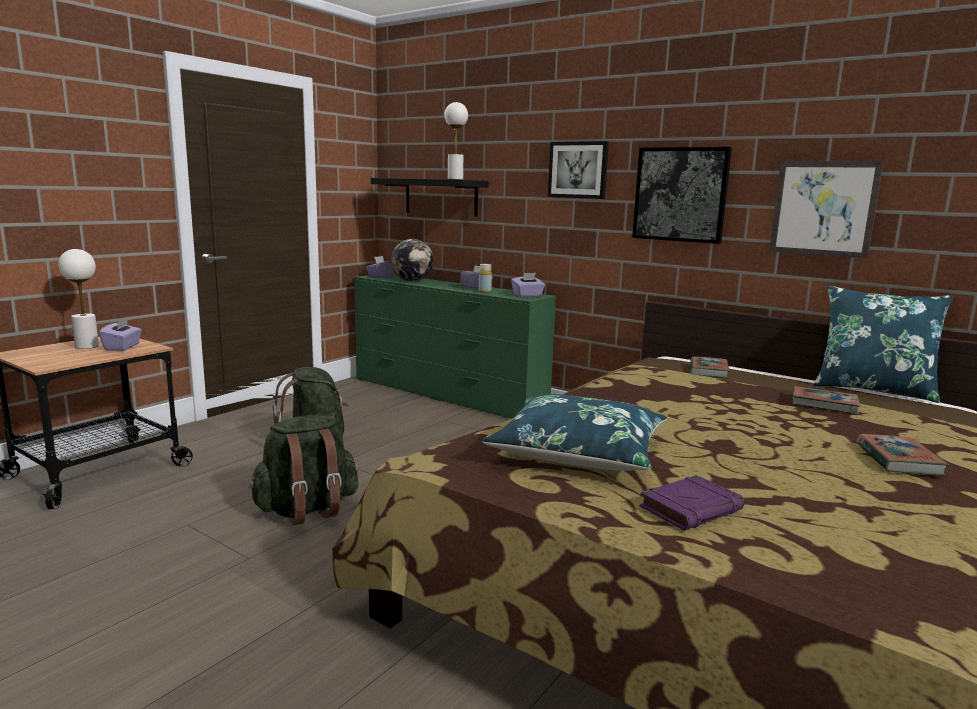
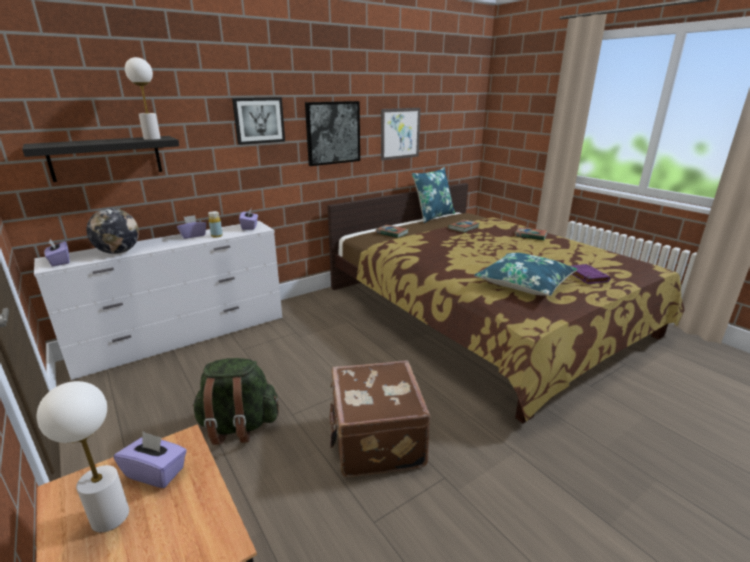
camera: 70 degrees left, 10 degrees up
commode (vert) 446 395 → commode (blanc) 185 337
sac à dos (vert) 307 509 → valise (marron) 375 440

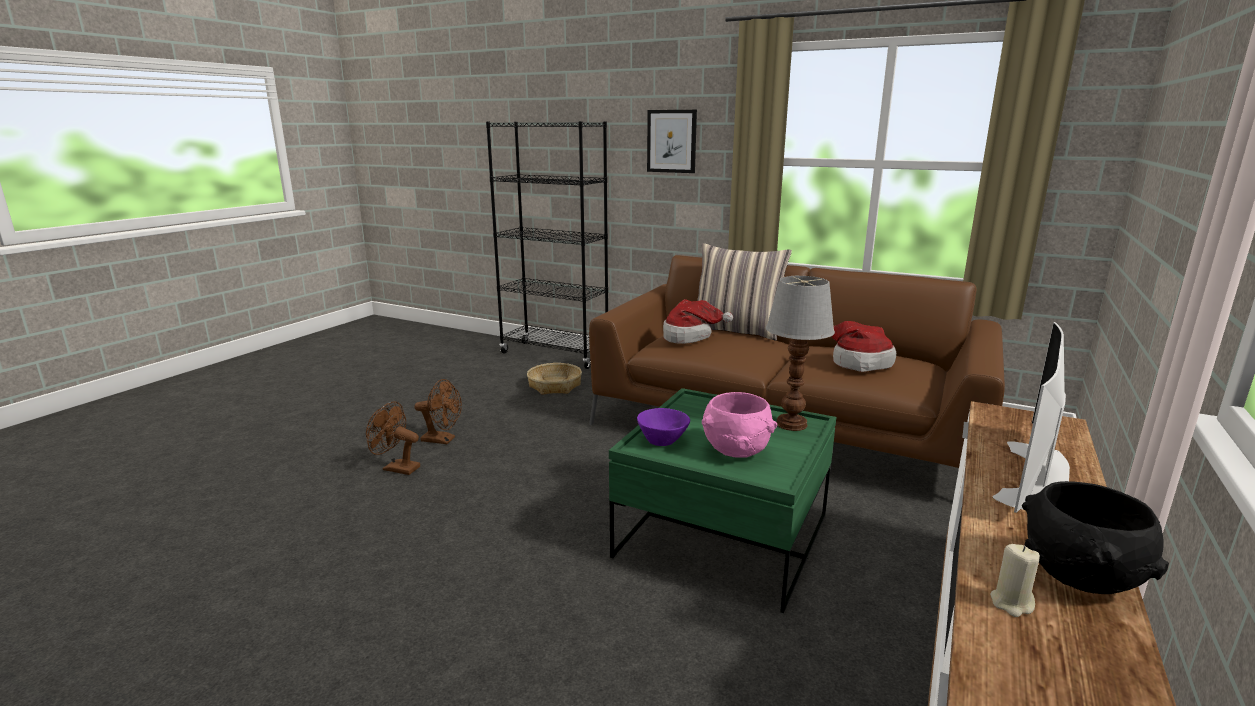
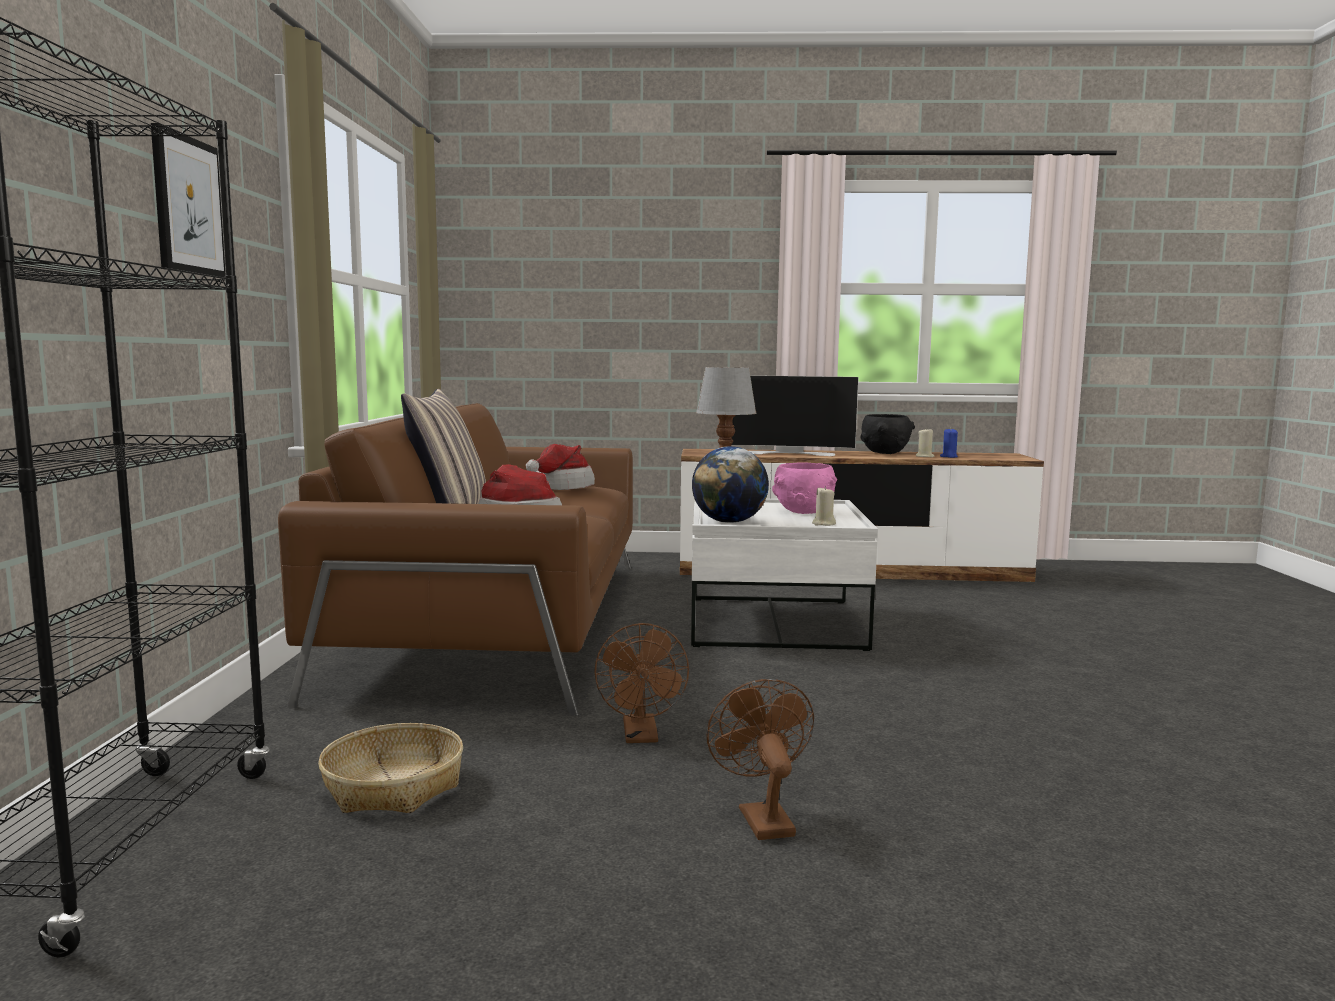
camera: 115 degrees left, 10 degrees down
table basse (vert) 723 536 → table basse (blanc) 774 623
ventilateur (marron) 396 468 → ventilateur (marron) 641 736, moved
bol (violet) 664 441 → bougie (beige) 823 524
- → bougie (bleu) 948 457
- → globe 729 522

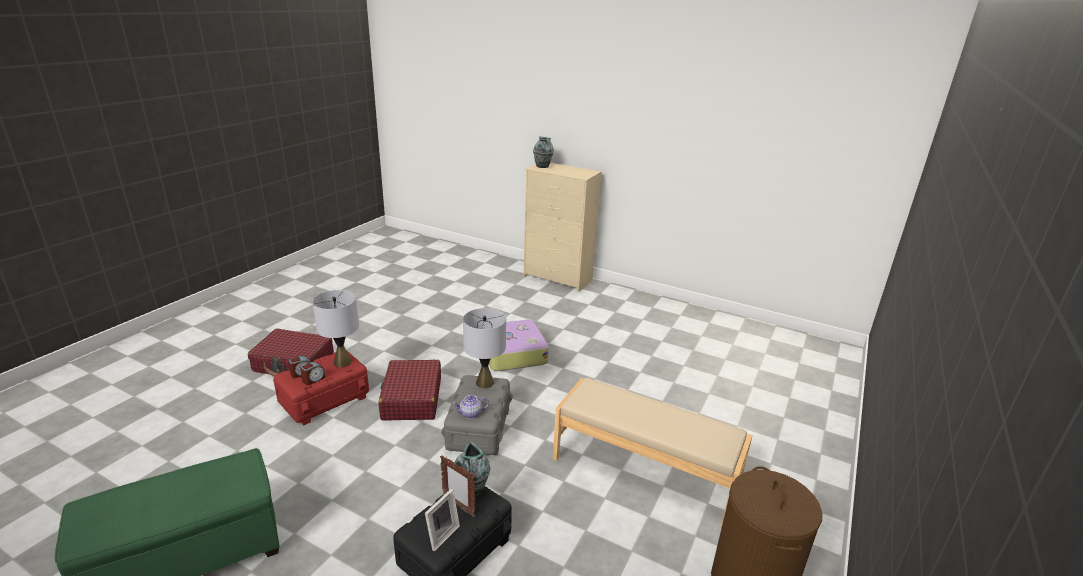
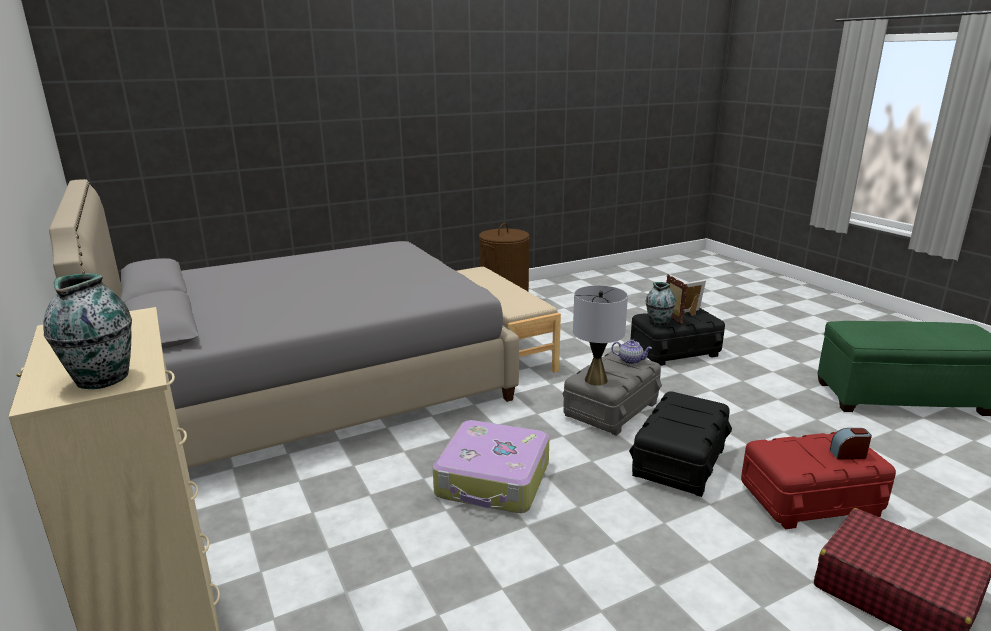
camera: 145 degrees left, 5 degrees down
lampe de table (gris) 343 362 → -
valise (rouge) 411 399 → boîte de rangement (noir) 678 461
réveil 313 379 → -
- → lit (gris) 310 388

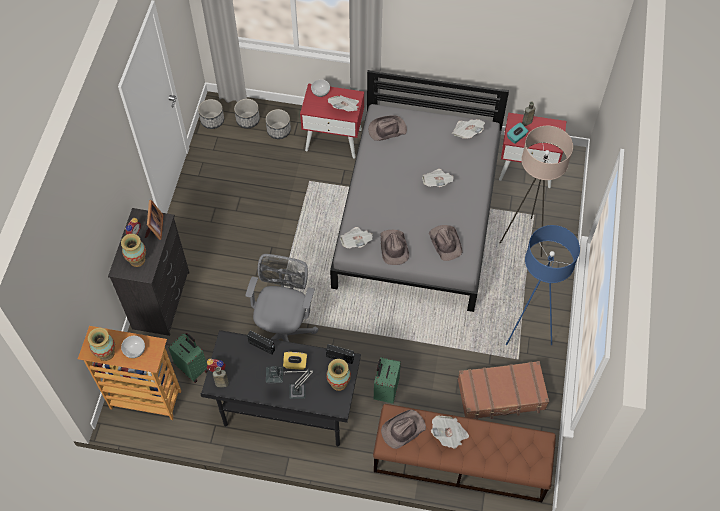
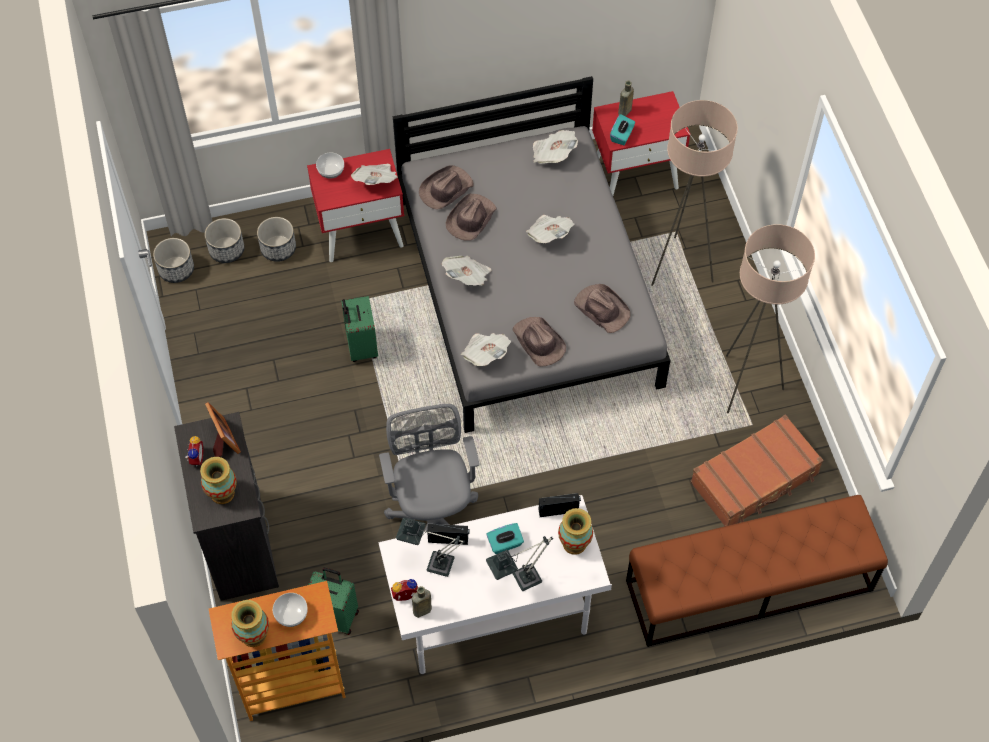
camera: 25 degrees left, 0 degrees up
lampadaire (bleu) 527 332 → lampadaire (beige) 745 385
bureau (noir) 287 411 → bureau (blanc) 494 618
boîte à mouchoirs (jaune) 295 364 → boîte à mouchoirs (turquoise) 505 544
valise (vert) 385 390 → valise (vert) 360 347, moved
chapeau (marron) 402 430 → chapeau (marron) 470 219, moved
journal 449 435 → journal 467 277, moved
- → lampe de table 433 562

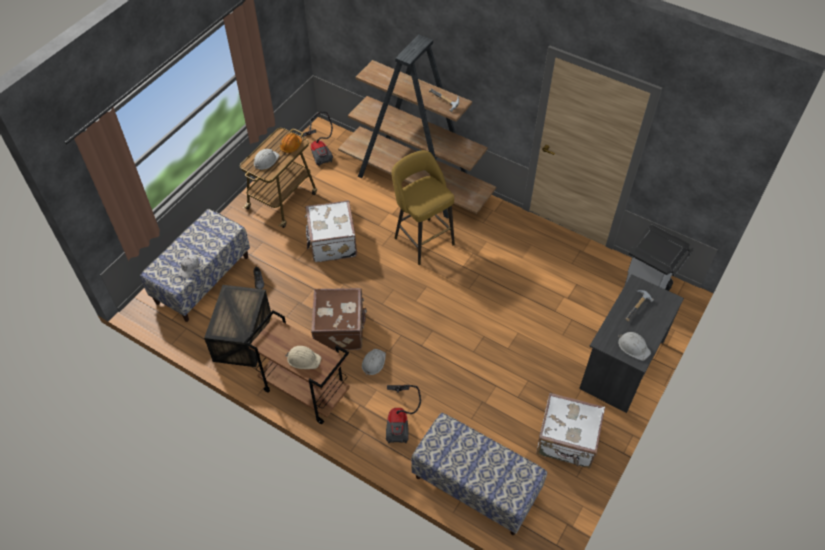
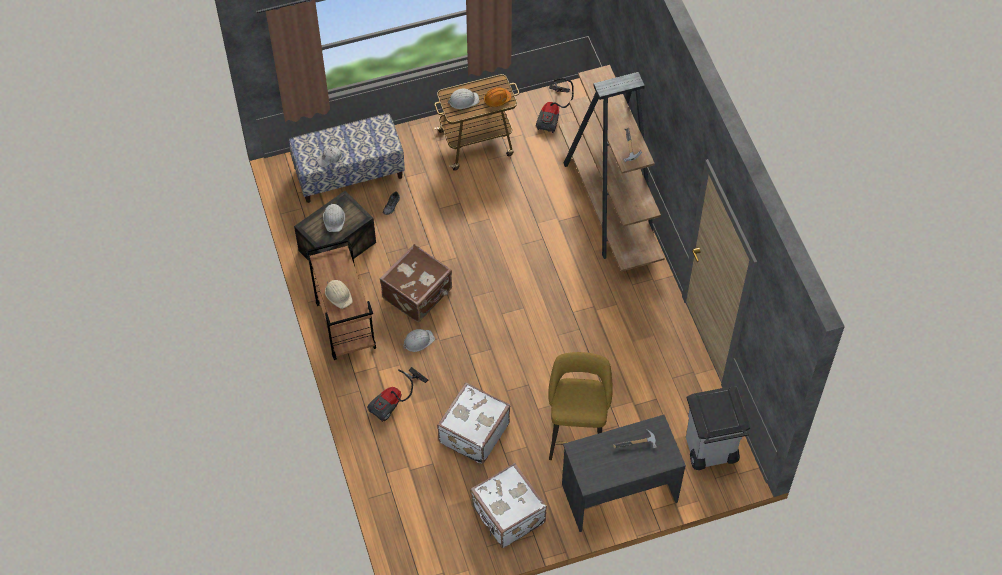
camera: 40 degrees right, 5 degrees up
tabouret (jaune) 422 239 → tabouret (jaune) 577 435, moved
valise (blanc) 331 243 → valise (blanc) 472 433, moved
casque de chantier (blanc) 633 347 → casque de chantier (blanc) 334 219, moved
banc 475 486 → -

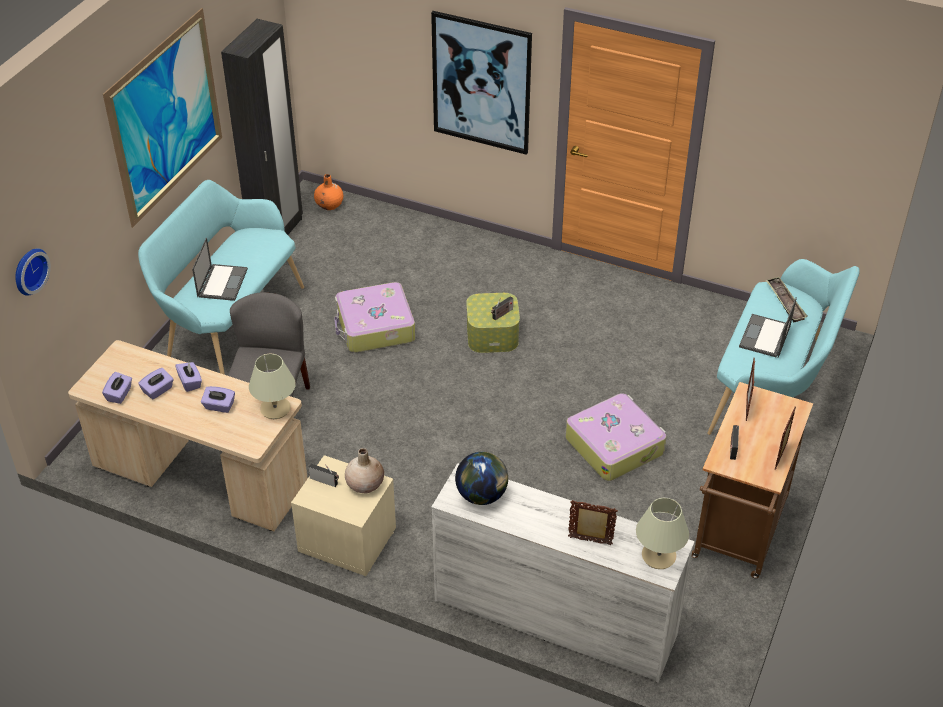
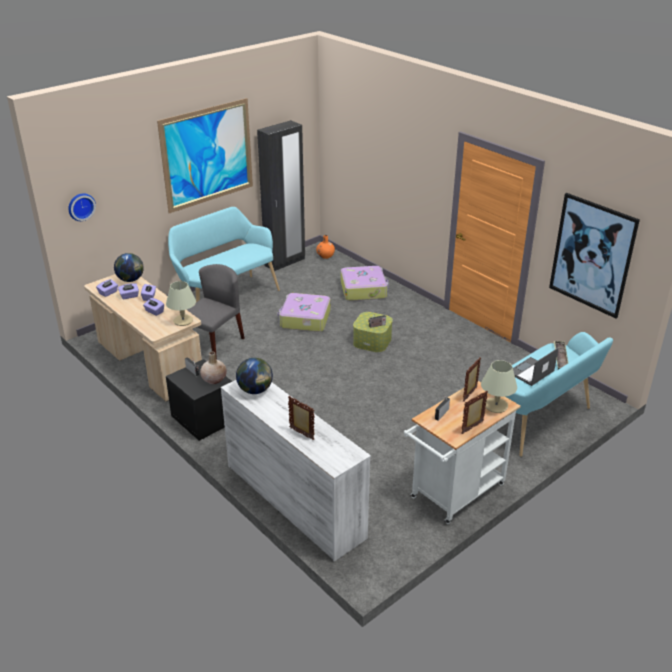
camera: 25 degrees right, 10 degrees down
tableau 481 83 → tableau 592 255, moved
ordinateur portable 222 282 → -
chariot (marron) 738 534 → chariot (blanc) 453 494
valise 614 445 → valise 364 289, moved
table de chevet (beige) 346 540 → table de chevet (noir) 202 419
lampe de table (beige) 658 556 → lampe de table (beige) 495 406, moved
- → globe 131 280

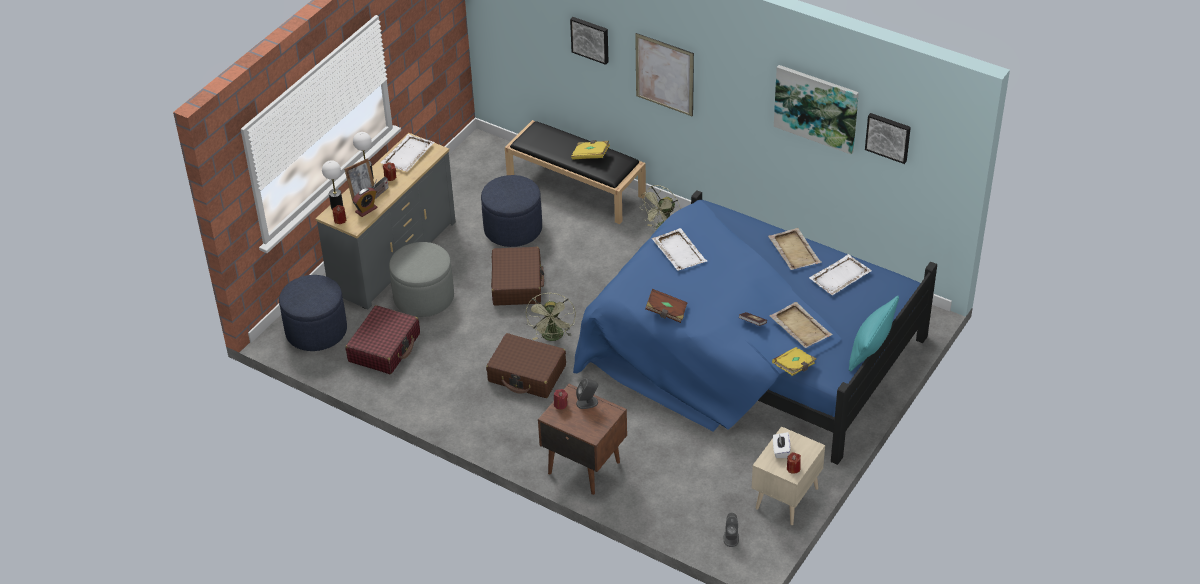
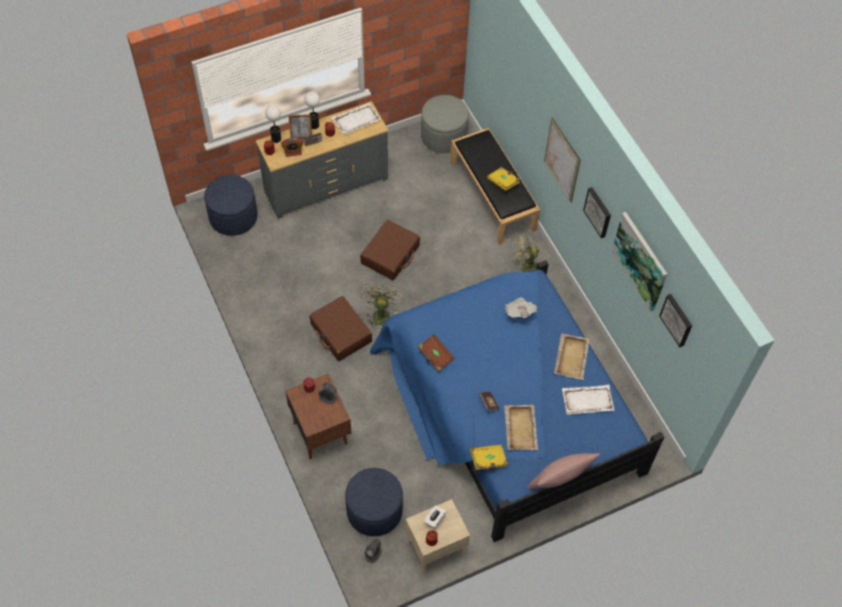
camera: 30 degrees right, 15 degrees up
tableau 590 39 → tableau 598 212, moved
pouf (bleu) 513 229 → pouf (bleu) 374 510, moved
plateau (blanc) 679 251 → -
pouf (gris) 424 297 → pouf (gris) 443 136, moved
ventilateur (vert) 553 337 → ventilateur (vert) 381 313, 150 degrees clockwise
coussin (turquoise) 871 347 → coussin (rose) 560 477
valise (rouge) 384 347 → -
- → journal 519 312

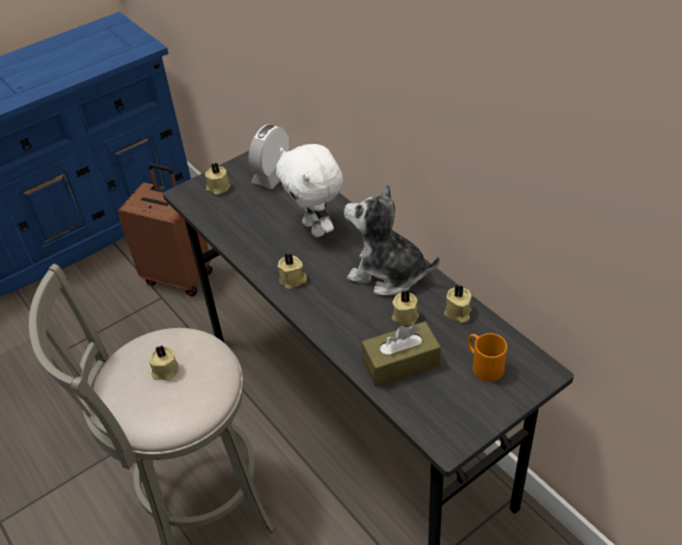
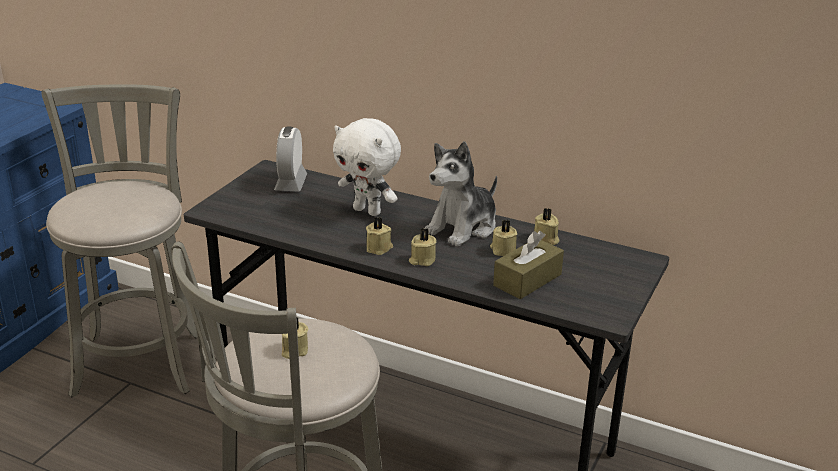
camera: 30 degrees left, 15 degrees down
valise (marron) 179 276 → tabouret (gris) 139 359
bougie (beige) 218 188 → bougie (beige) 422 260, moved
peluche 388 274 → peluche 463 227, 45 degrees counterclockwise
mug (orange) 483 365 → -

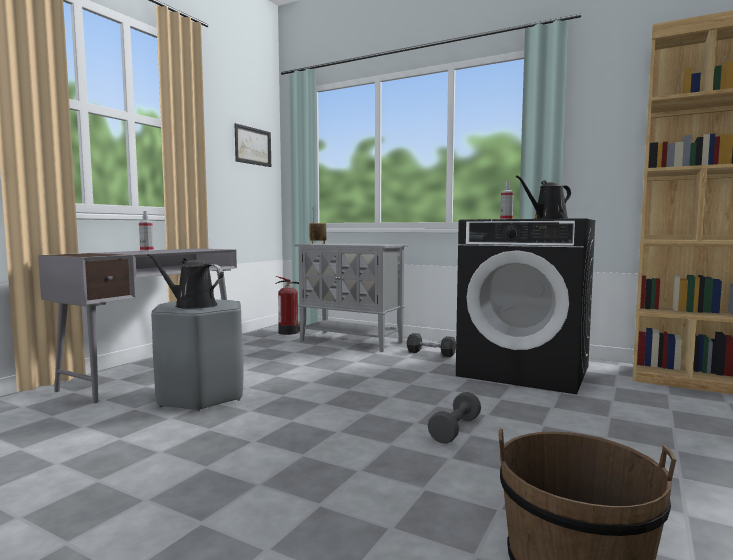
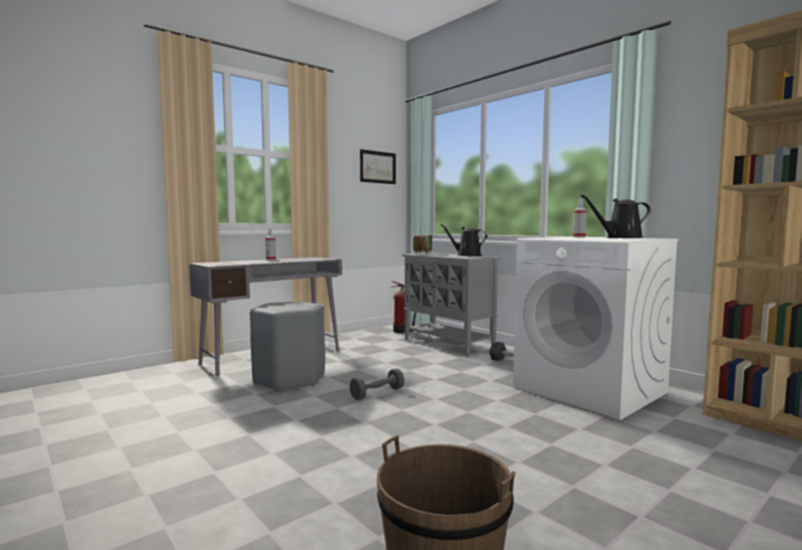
camera: 20 degrees right, 0 degrees up
lave-linge (noir) 525 371 → lave-linge (blanc) 590 390
arrosoir (noir) 192 305 → arrosoir (noir) 466 255, moved
haltère (gris) 455 430 → haltère (gris) 377 393, moved

